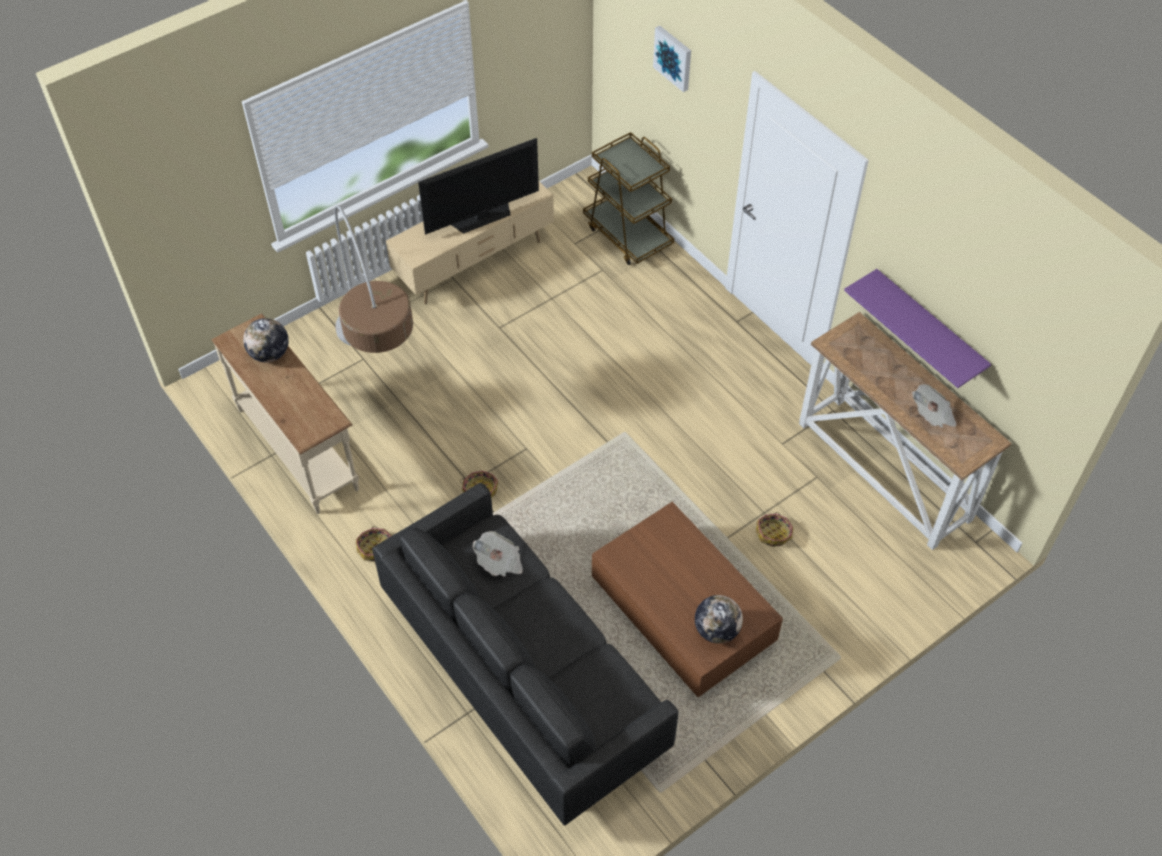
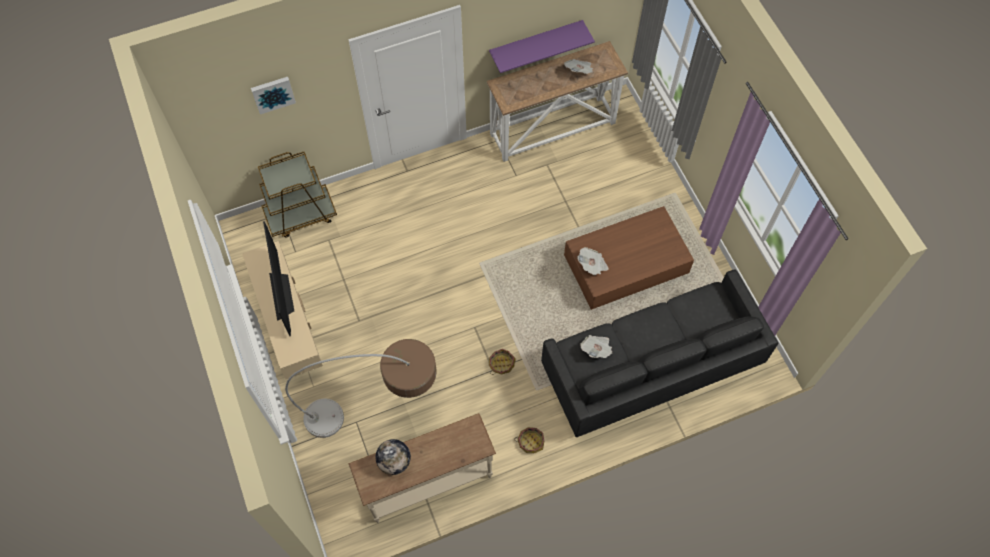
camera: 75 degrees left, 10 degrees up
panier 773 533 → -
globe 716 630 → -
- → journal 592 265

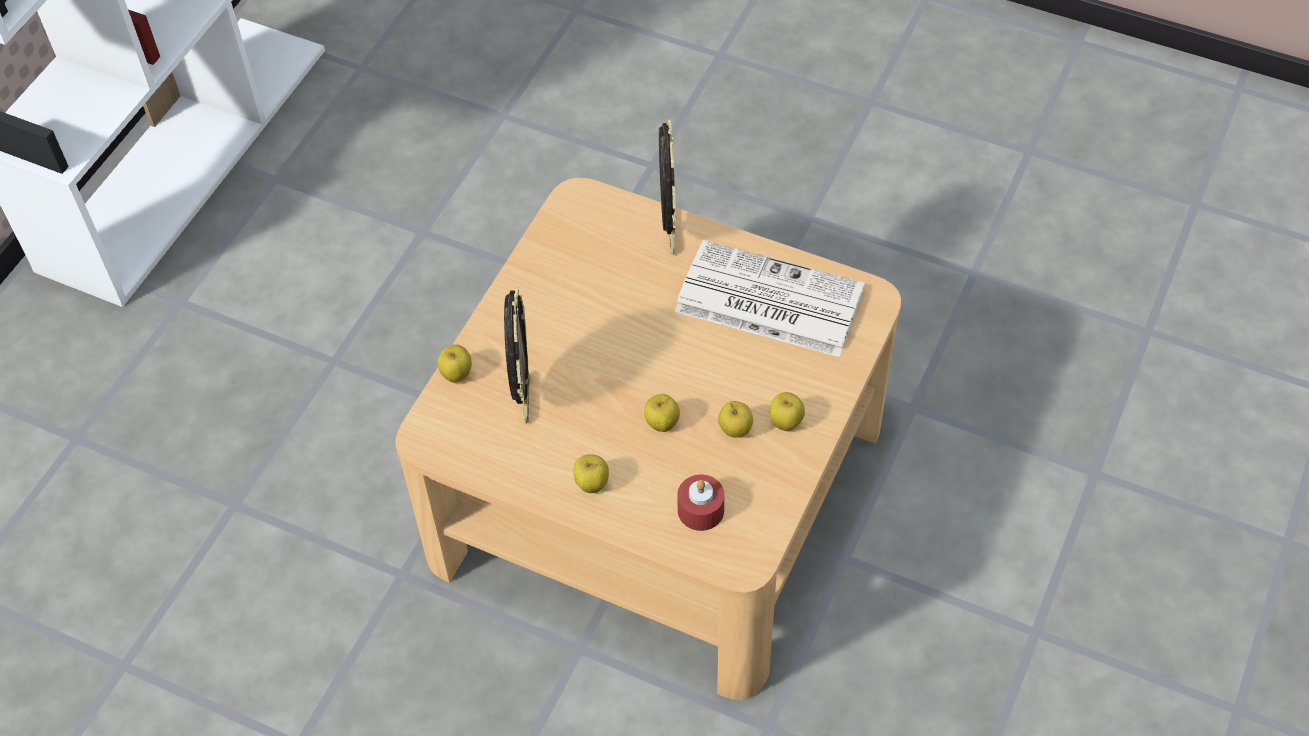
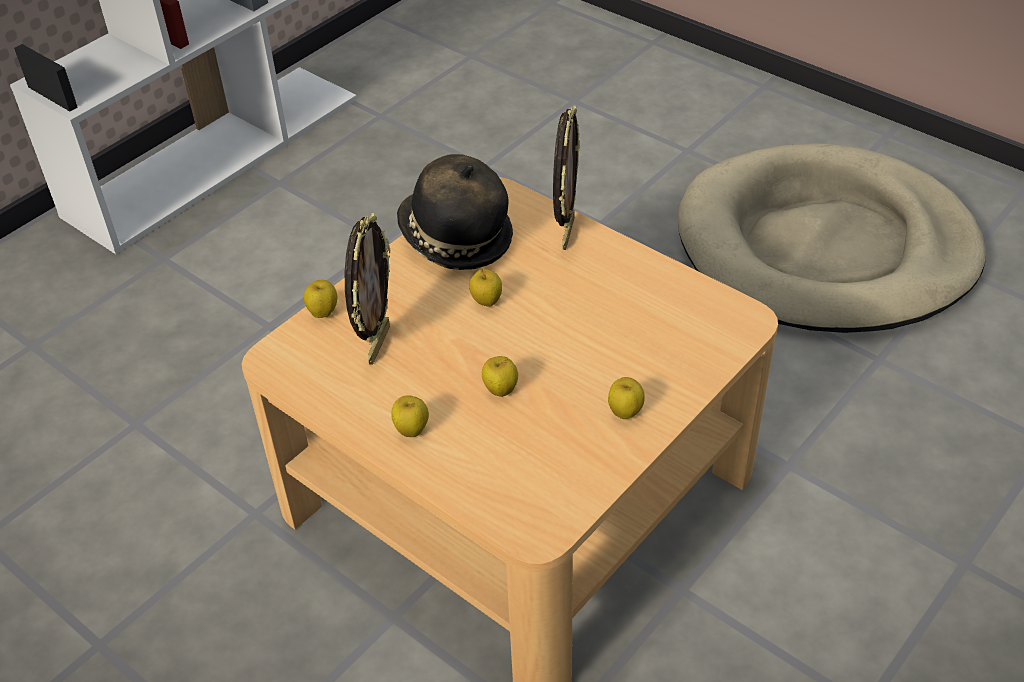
camera: 15 degrees right, 10 degrees down
journal 766 300 → -
pomme 735 431 → pomme 486 302, moved
bougie (rouge) 700 510 → -
- → panier pour chien (beige) 825 248
- → chapeau 454 239

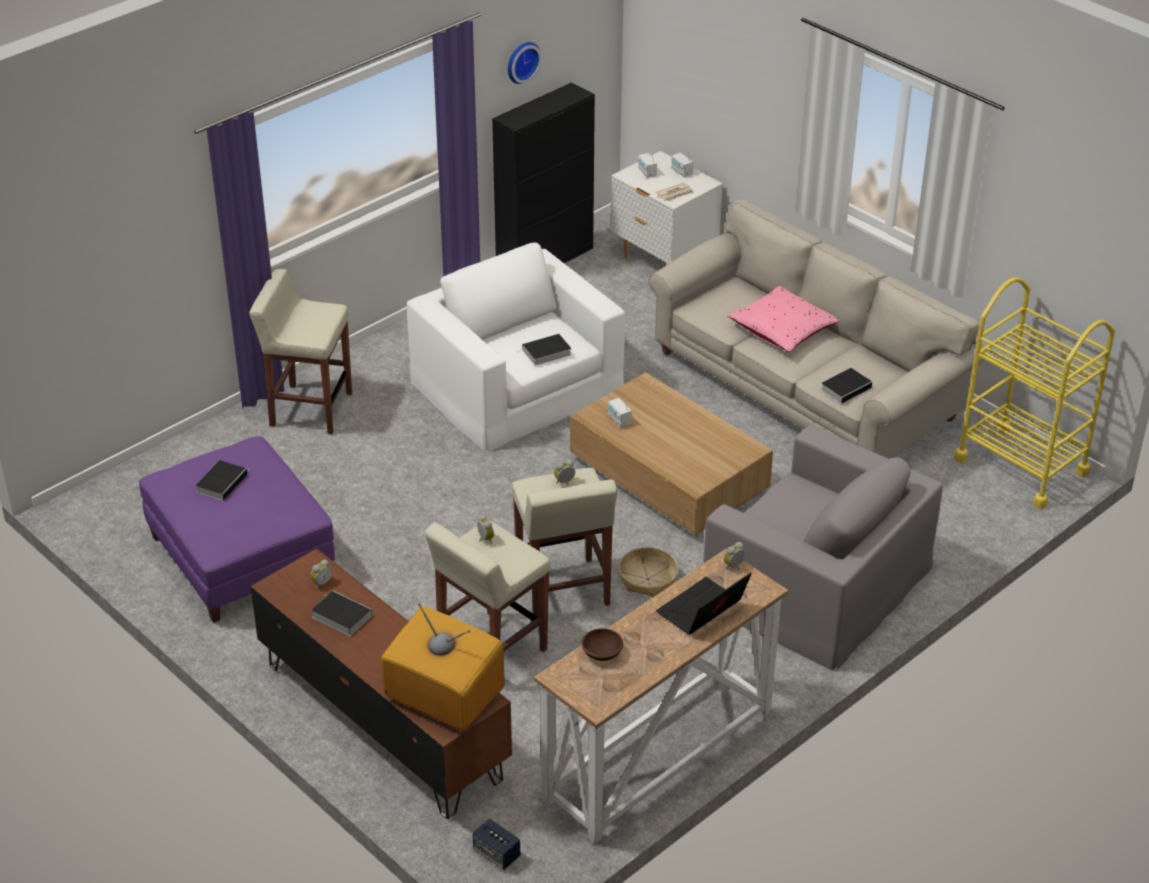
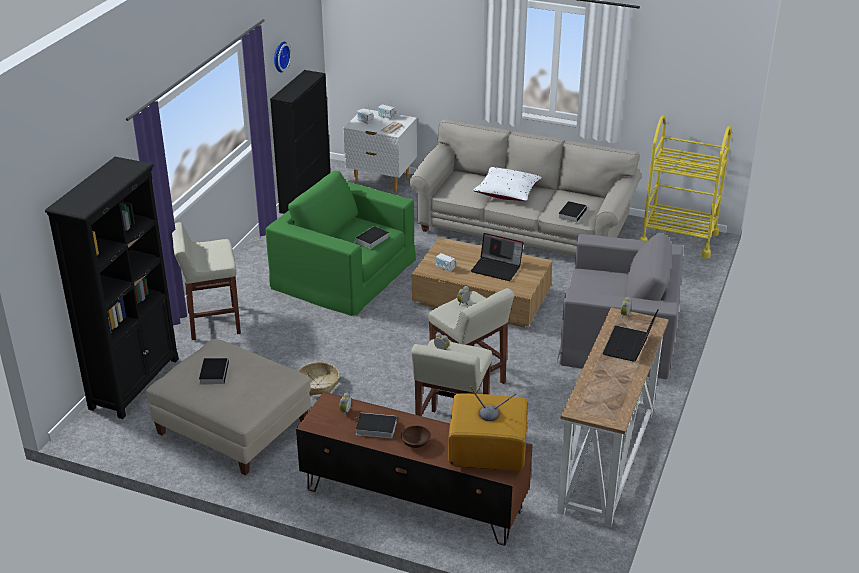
camera: 25 degrees left, 5 degrees down
fauteuil (blanc) 517 385 → fauteuil (vert) 344 273
coussin (rose) 782 330 → coussin (blanc) 507 192
pouf (violet) 240 556 → pouf (beige) 233 427
panier 647 578 → panier 318 384, moved
bol (marron) 601 653 → bol (marron) 415 443, moved
enceinte 496 853 → -
- → bibliothèque (noir) 135 383
- → ordinateur portable 497 268

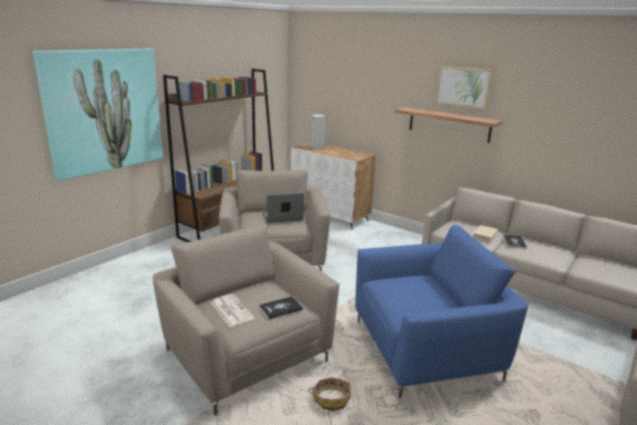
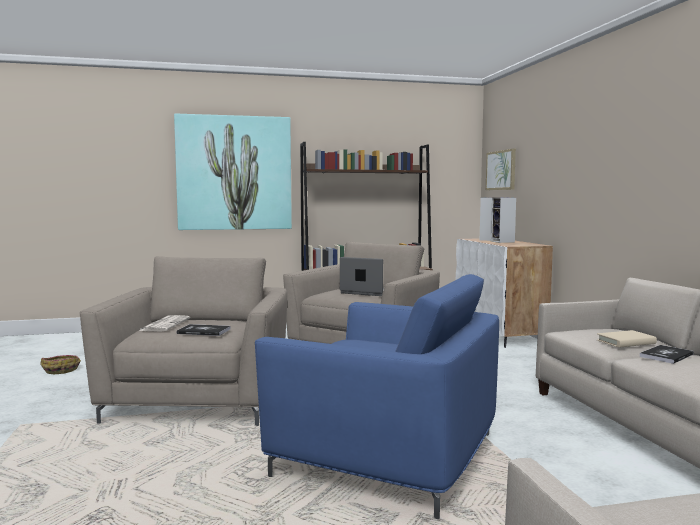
camera: 40 degrees right, 15 degrees down
tableau 463 87 → tableau 501 170, moved
étagère 449 124 → -
panier 331 399 → panier 61 369, moved
- → enceinte 503 242

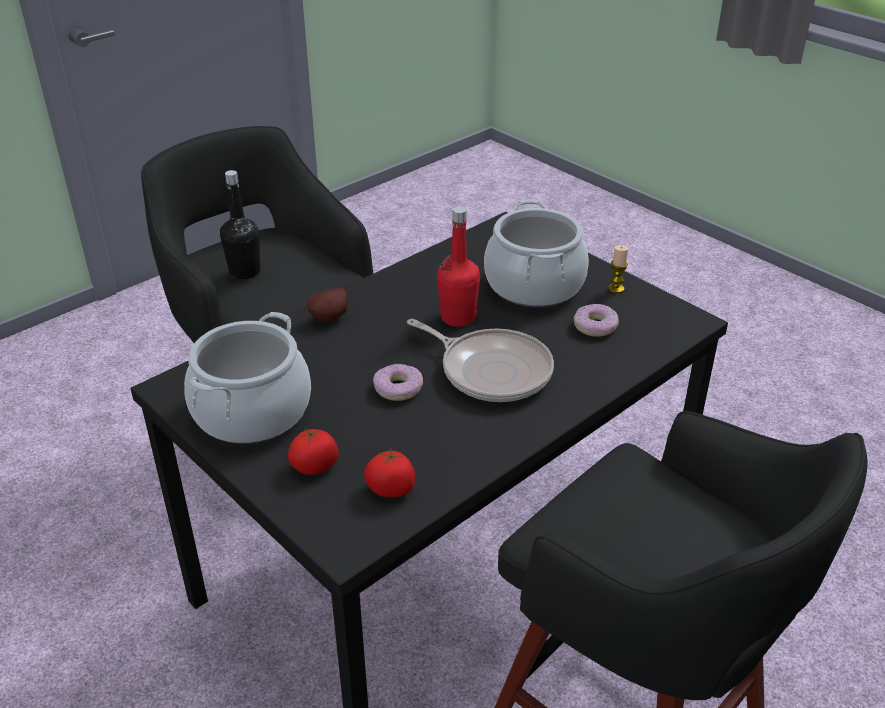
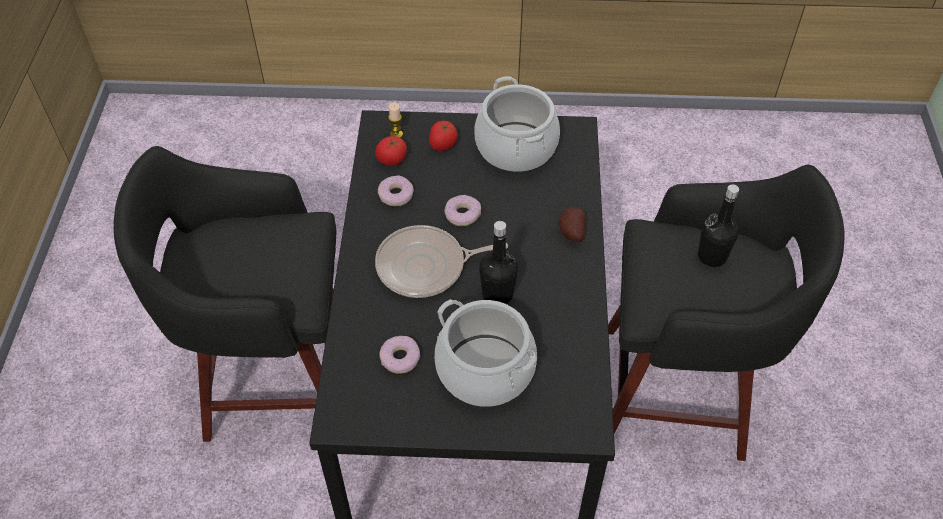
camera: 135 degrees right, 15 degrees up
bouteille (rouge) 458 317 → bouteille (noir) 497 294
bougie 616 288 → bougie 396 134, moved
- → beignet 395 195

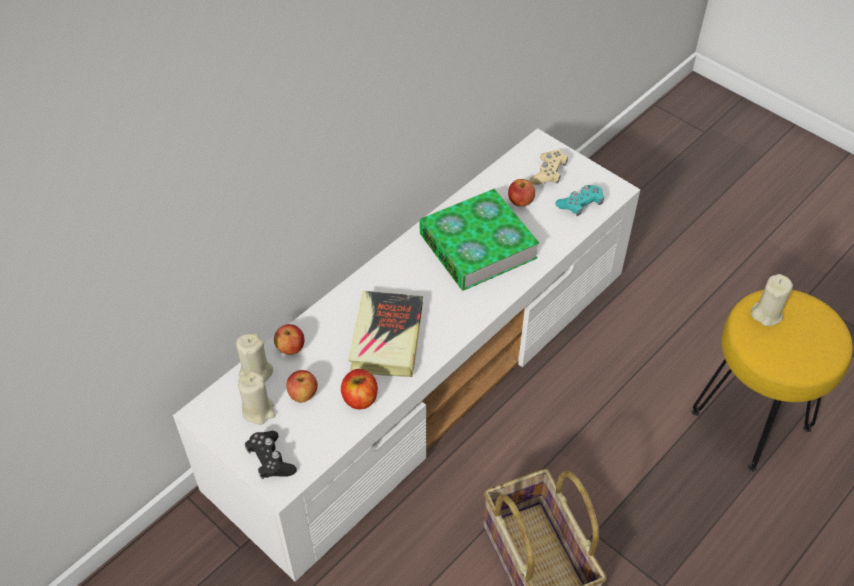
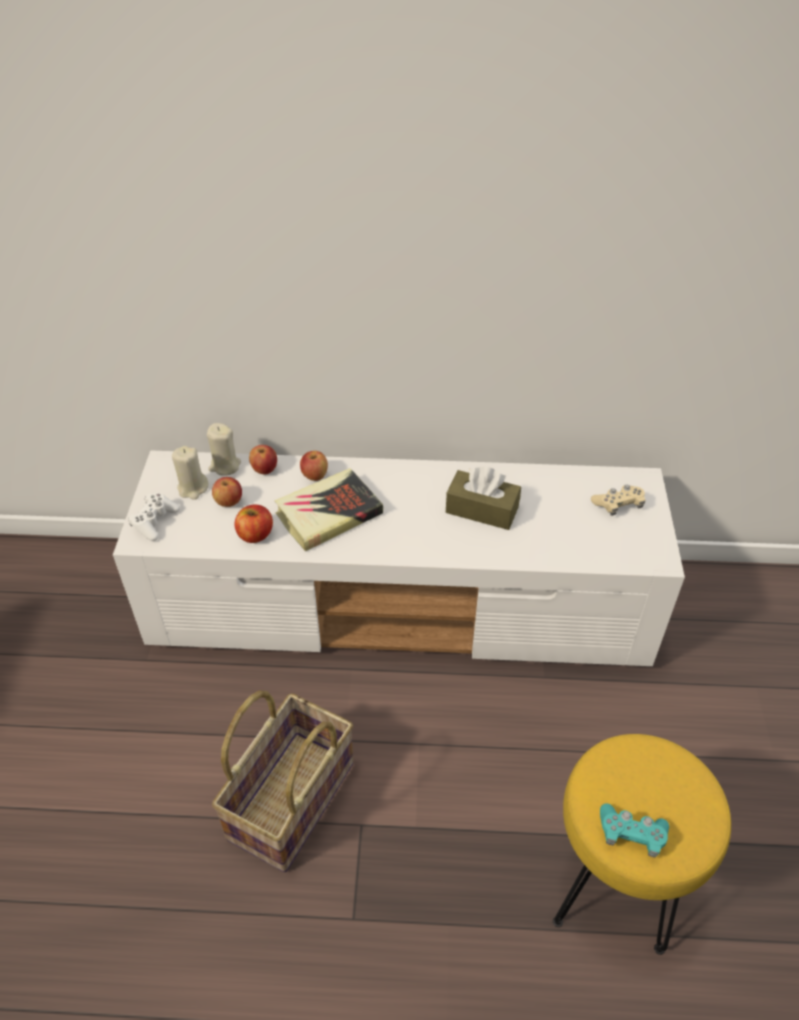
camera: 50 degrees right, 5 degrees down
pomme 520 202 → pomme 314 476, moved
manette (turquoise) 580 205 → manette (turquoise) 631 834, moved
livre 477 246 → boîte à mouchoirs (marron) 482 509
bougie (beige) 766 313 → -
manette (noir) 270 460 → manette (blanc) 155 521

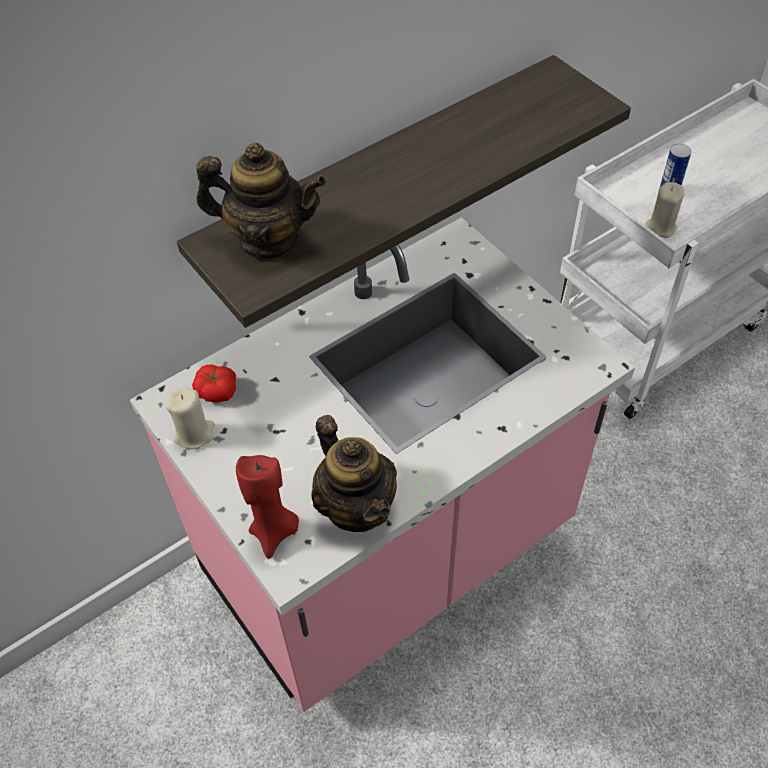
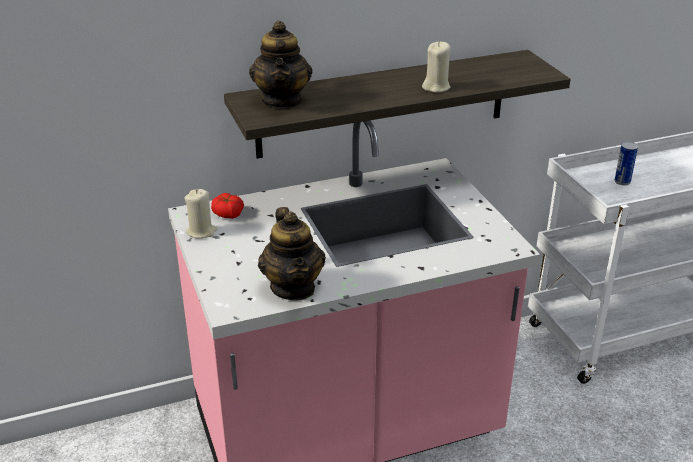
camera: 15 degrees right, 20 degrees down
théière 268 239 → théière 282 100, 60 degrees clockwise
bougie (beige) 660 227 → bougie (beige) 436 87, moved
bougie (rouge) 274 532 → -

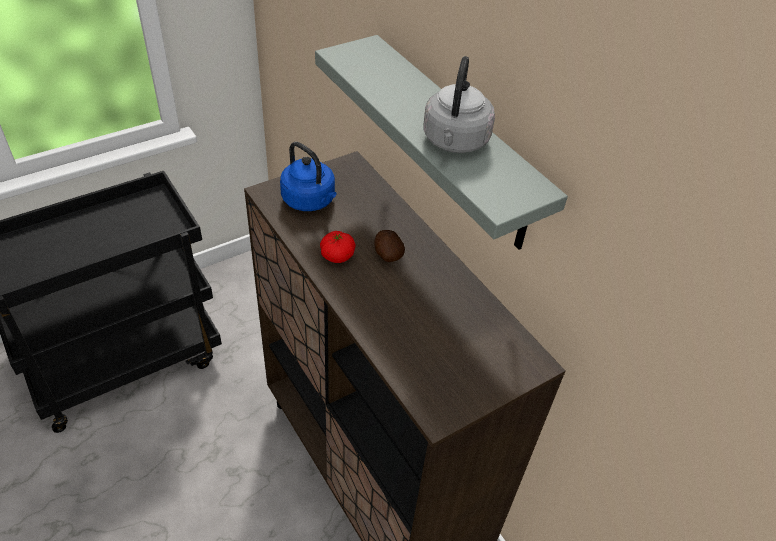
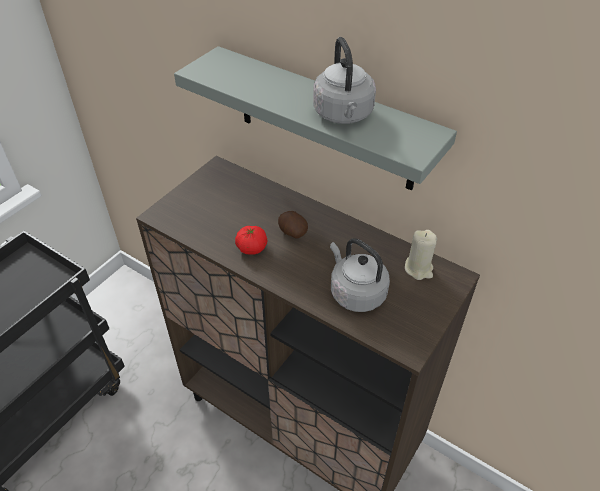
camera: 20 degrees left, 0 degrees up
bouilloire (bleu) 310 201 → -
- → bougie (beige) 418 269
- → bouilloire (gris) 355 293

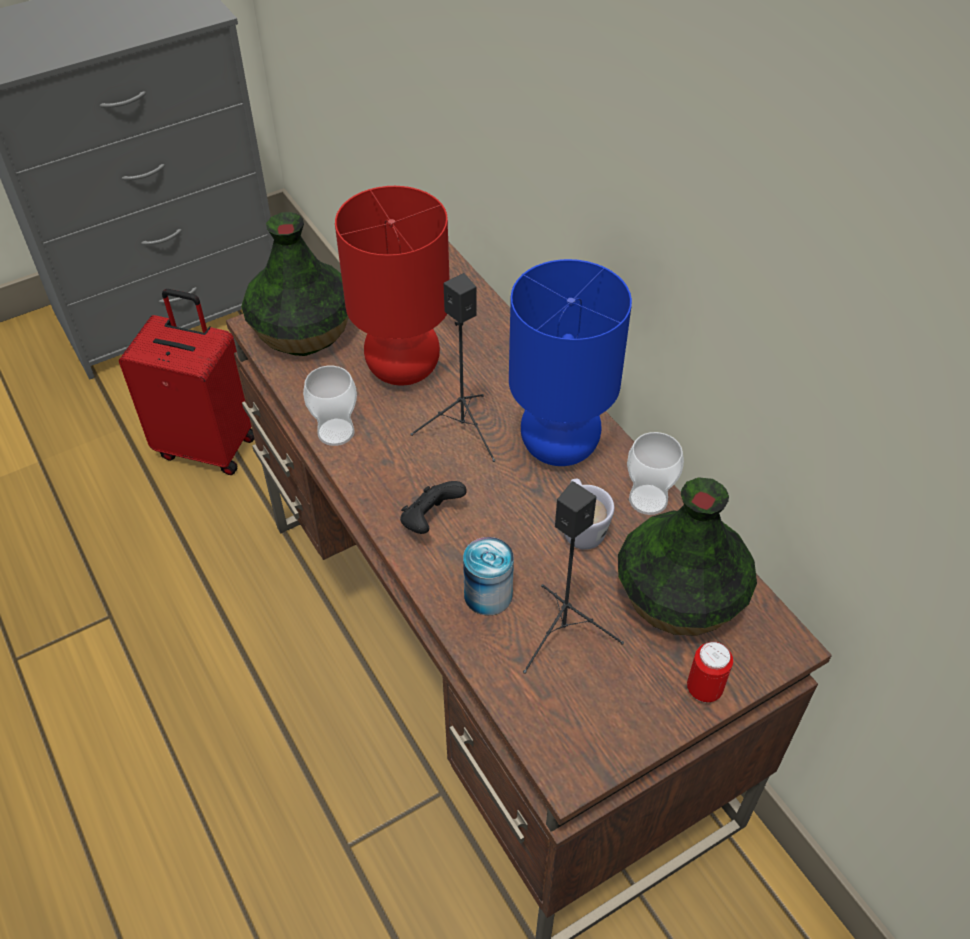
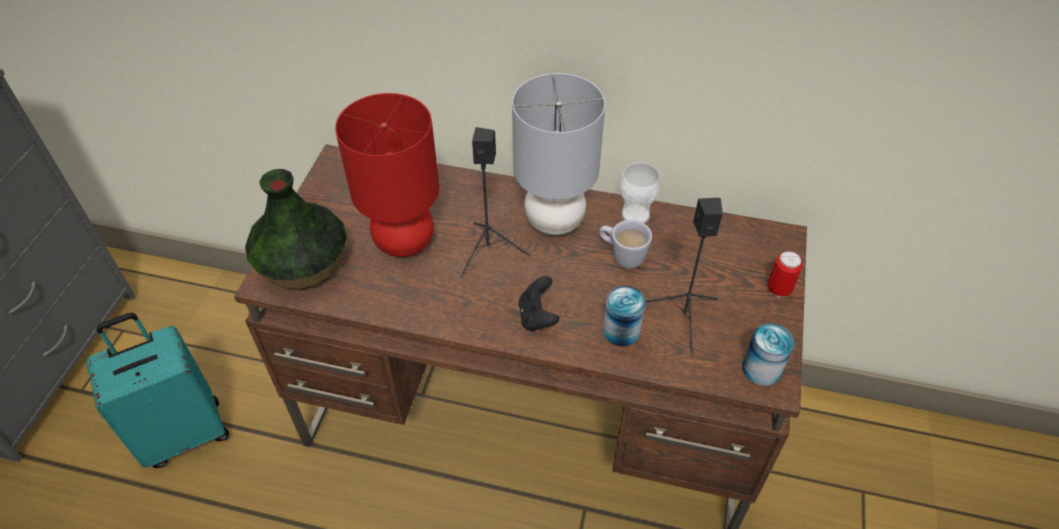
camera: 45 degrees left, 0 degrees up
lampe de table (bleu) 559 445 → lampe de table (gris) 553 220
valise (rouge) 208 445 → valise (turquoise) 184 433
tasse 336 432 → -
vase 678 595 → -
- → boîte métallique 761 369

